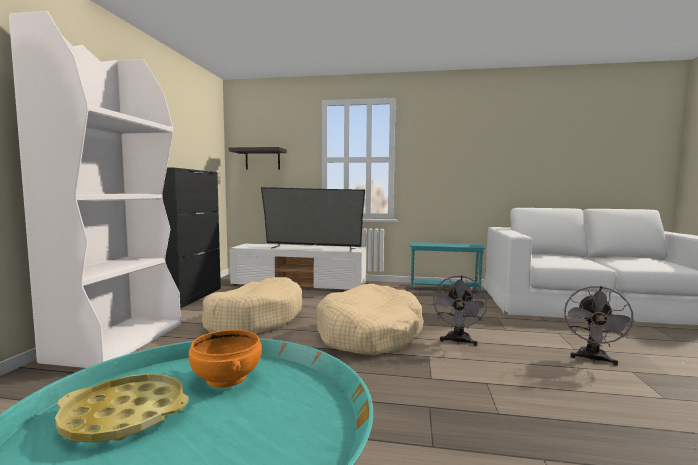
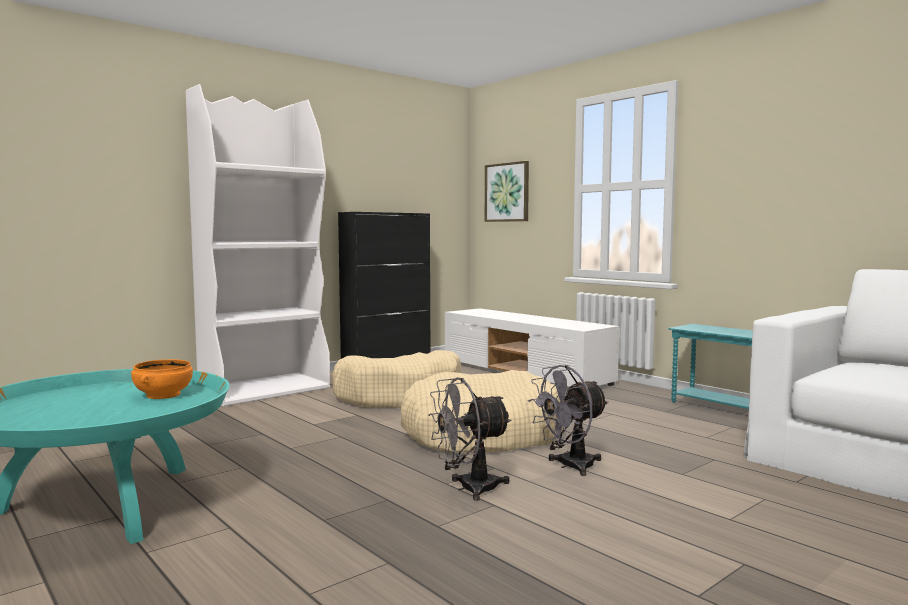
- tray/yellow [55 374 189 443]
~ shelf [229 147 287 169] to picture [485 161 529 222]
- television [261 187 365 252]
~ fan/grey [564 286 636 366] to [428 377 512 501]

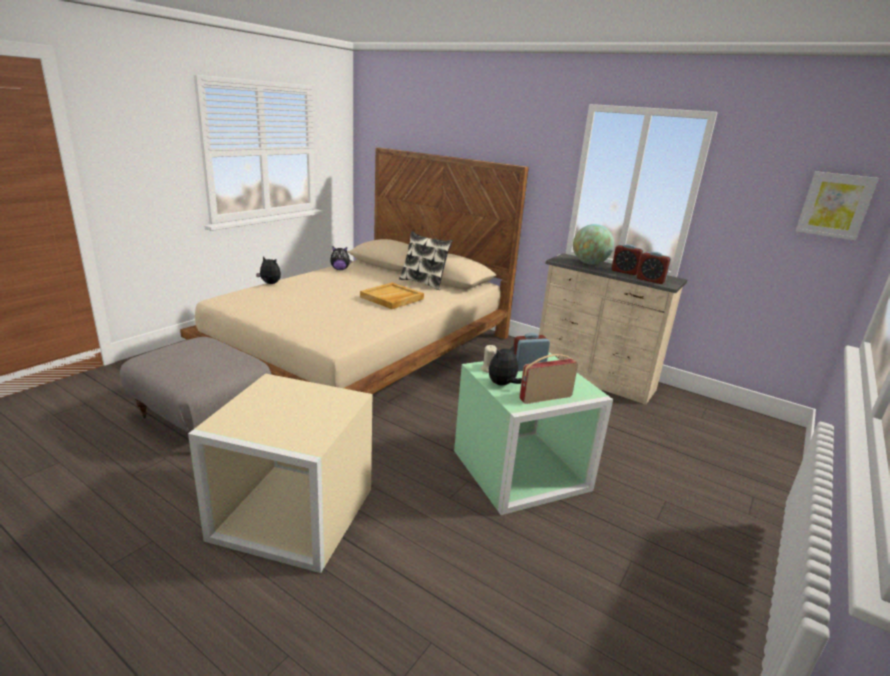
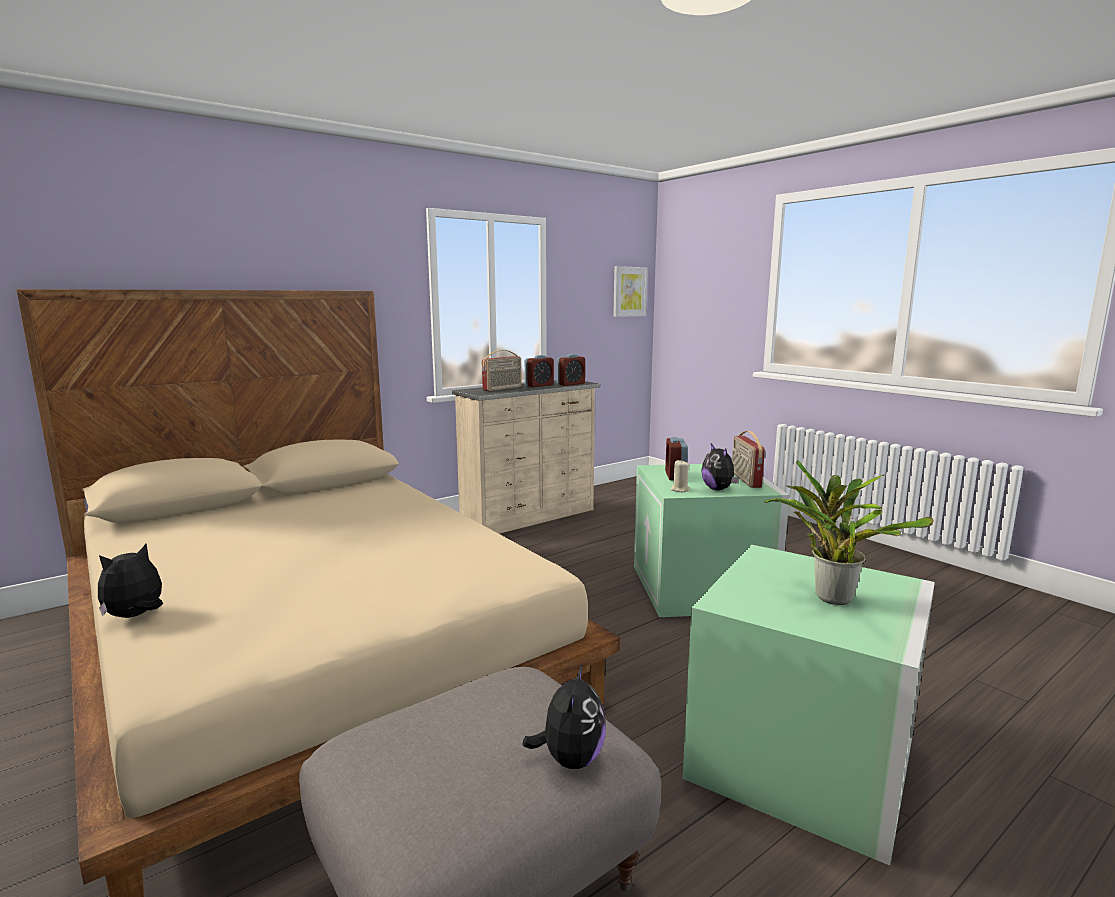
~ storage box/beige [188 374 372 573] to storage box/green [683 545 935 866]
~ plush toy [330 247 352 270] to [522 663 606 769]
- tray/beige [360 283 424 309]
- pillow [399 231 453 290]
~ globe [573 224 614 265] to radio [482 350 522 391]
+ potted plant [765 460 934 605]

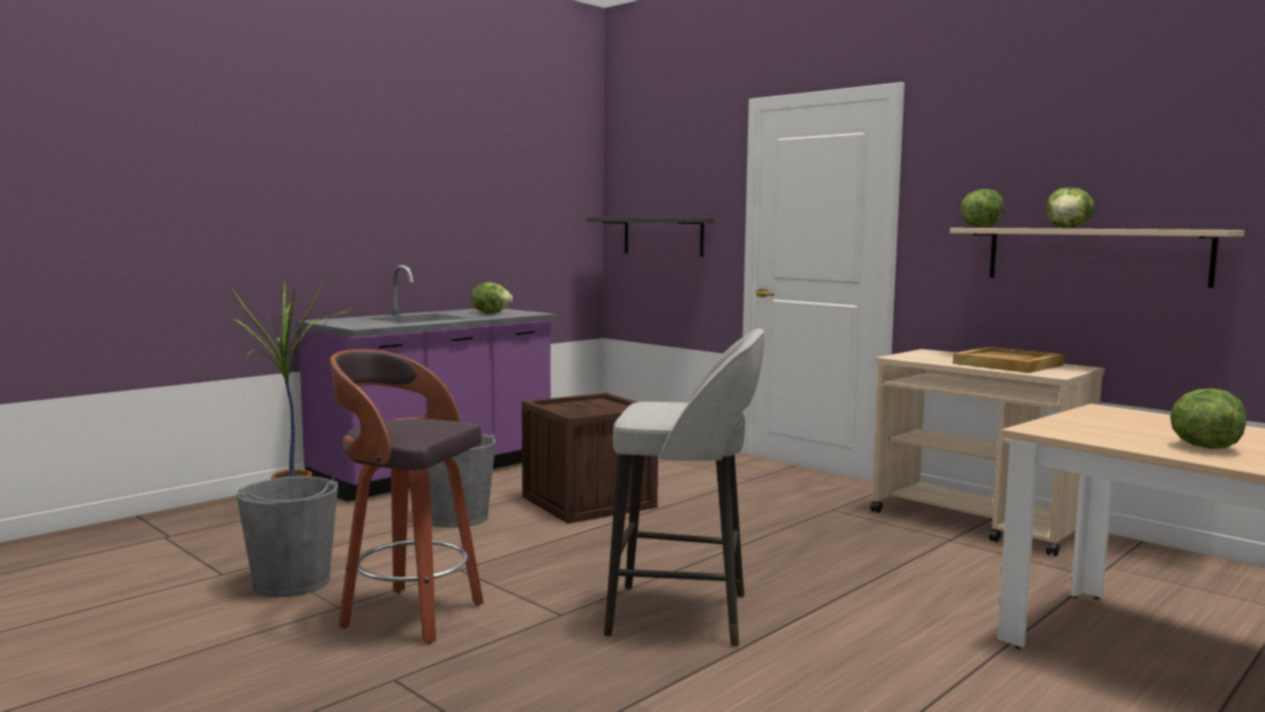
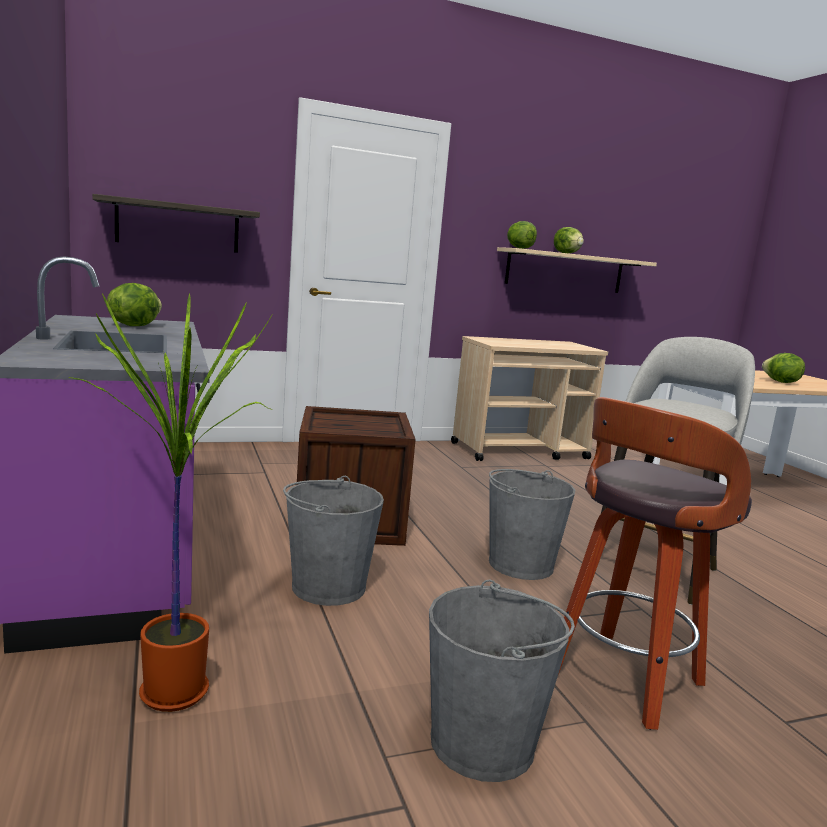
- tray/beige [953 347 1064 373]
+ bucket/grey [489 469 575 580]

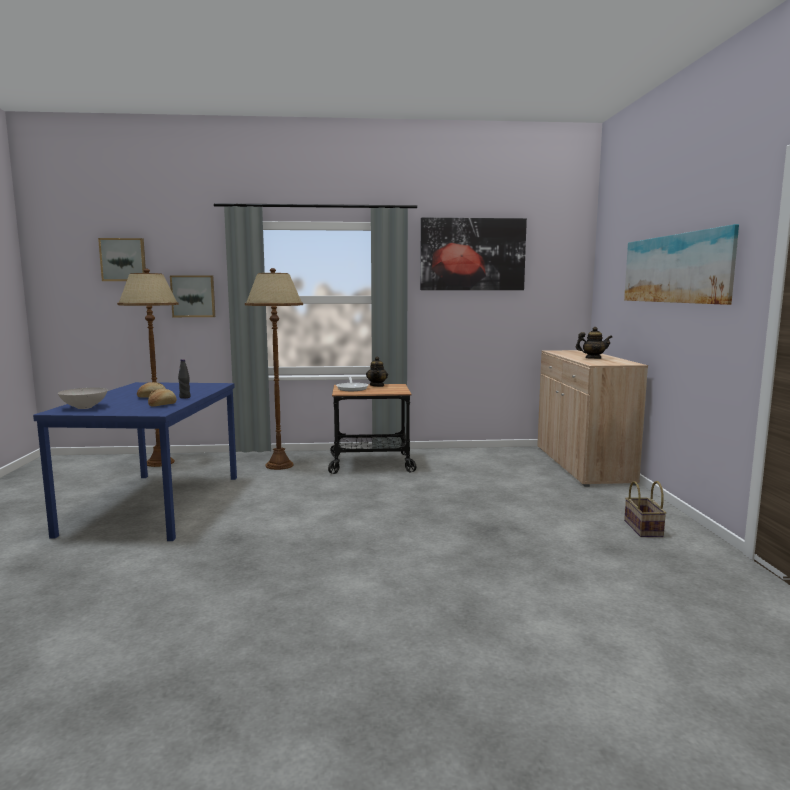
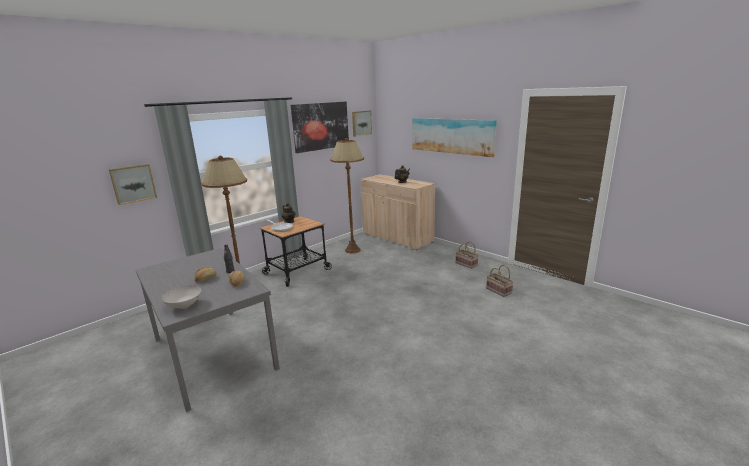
~ dining table/blue [33 382 237 541] to dining table/grey [136 248 280 412]
~ picture [98 238 146 281] to [352 111 372 137]
~ floor lamp/brown [117 268 179 467] to [330 138 364 253]
+ basket [486 265 514 297]

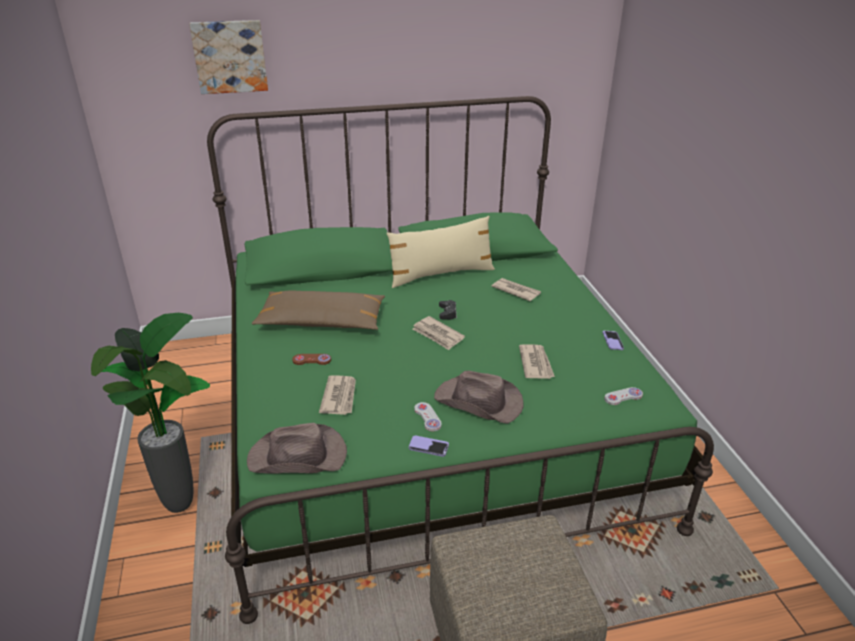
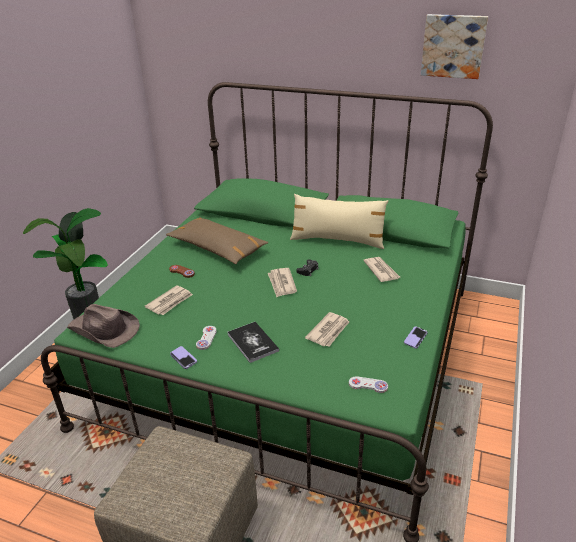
~ picture [189 20 268 94] to [421 14 488 79]
~ hat/brown [434 371 523 424] to book [228 322 279 363]

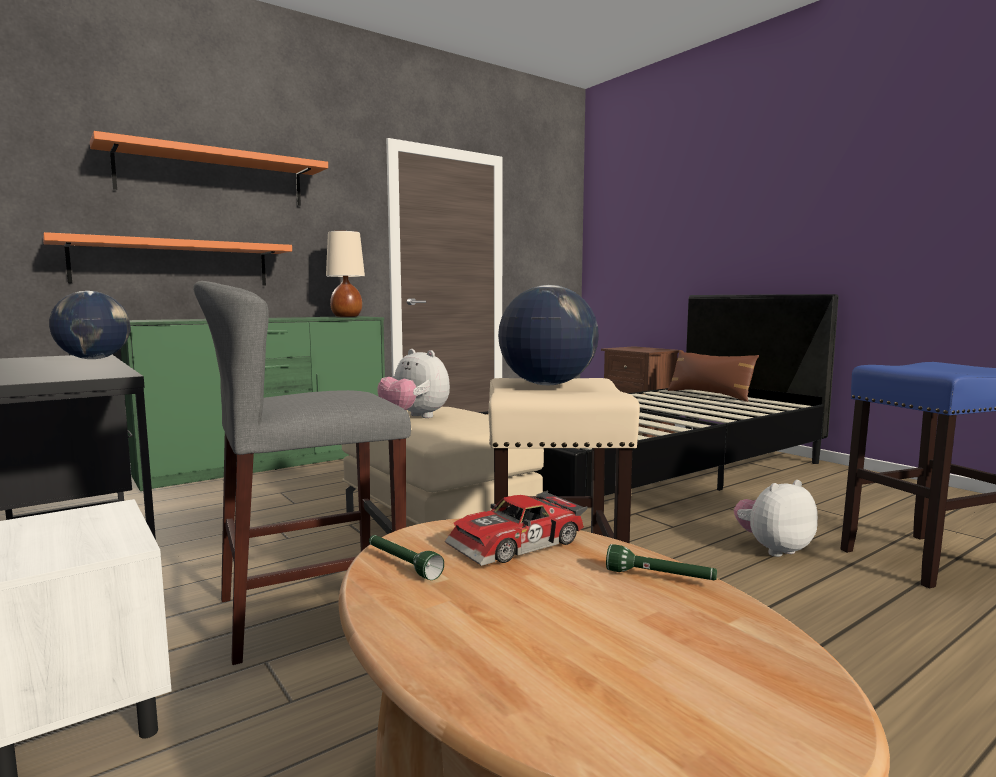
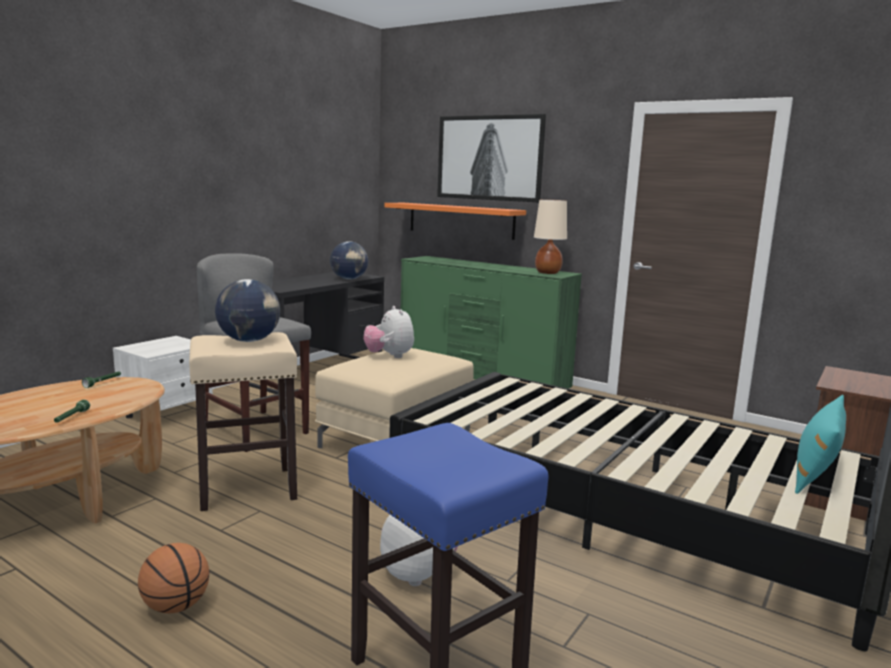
~ shelf/orange [90 131 328 206] to picture [437 114 546 203]
~ plush toy [377 349 450 418] = [363 306 414 358] 45 degrees counterclockwise
- toy car [445 491 588 566]
~ pillow/brown [667 350 759 402] to pillow/turquoise [795 395 846 494]
+ basketball [138 543 210 613]

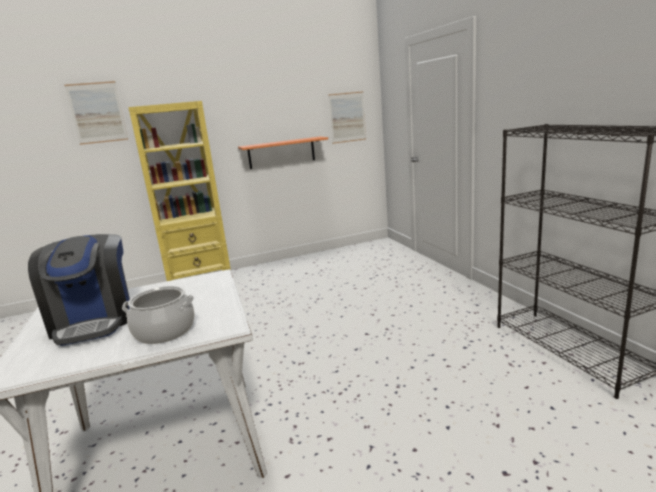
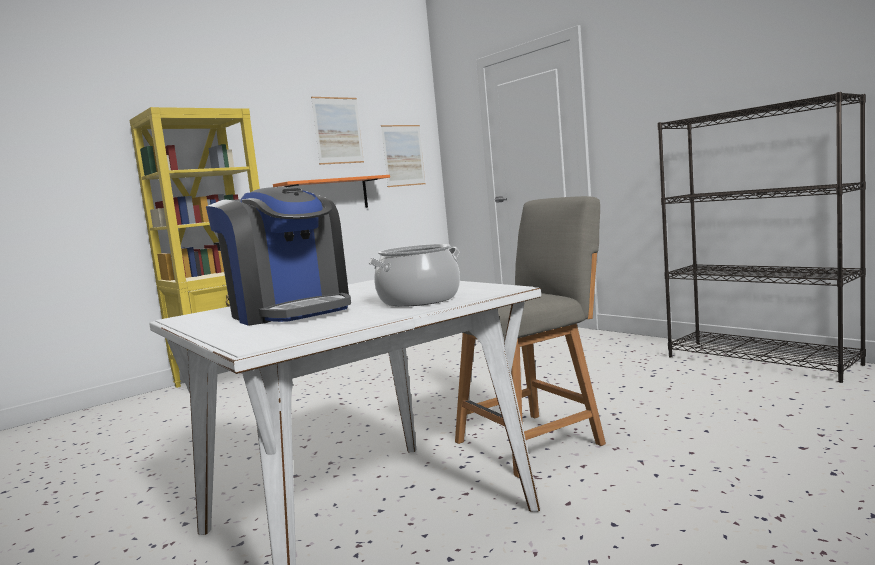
~ picture [64 81 128 145] to [311 97 364 165]
+ chair/grey [455 196 606 478]

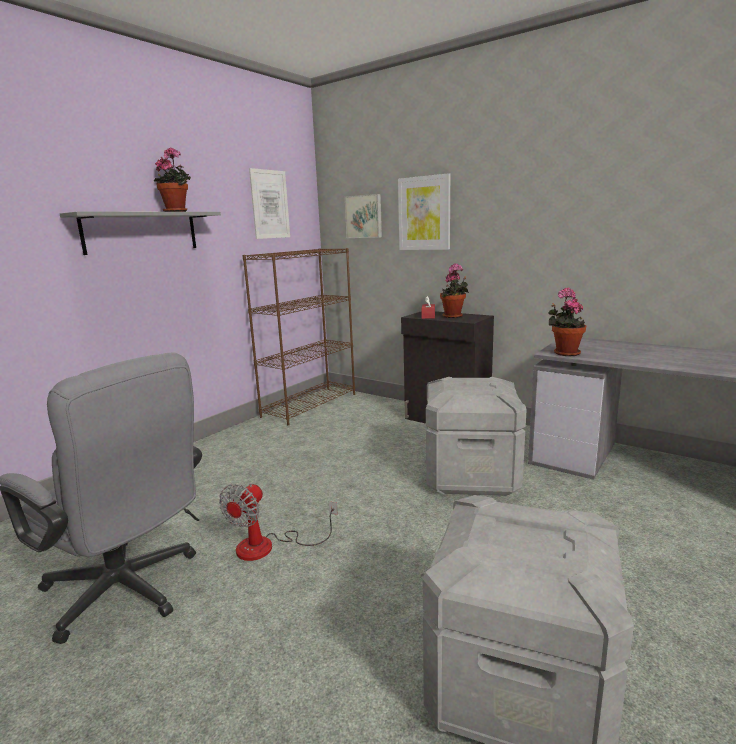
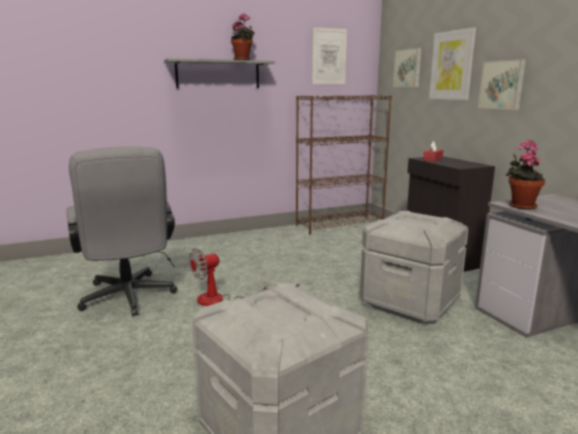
- potted plant [440 263 469 318]
+ picture [478 59 526 110]

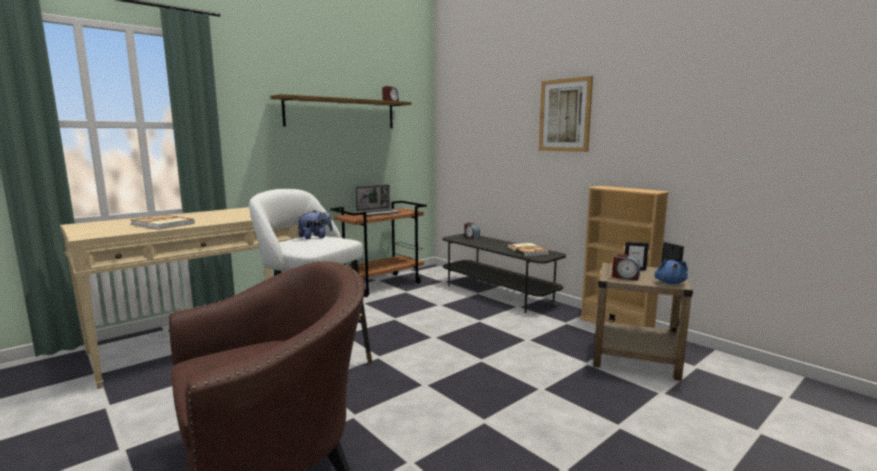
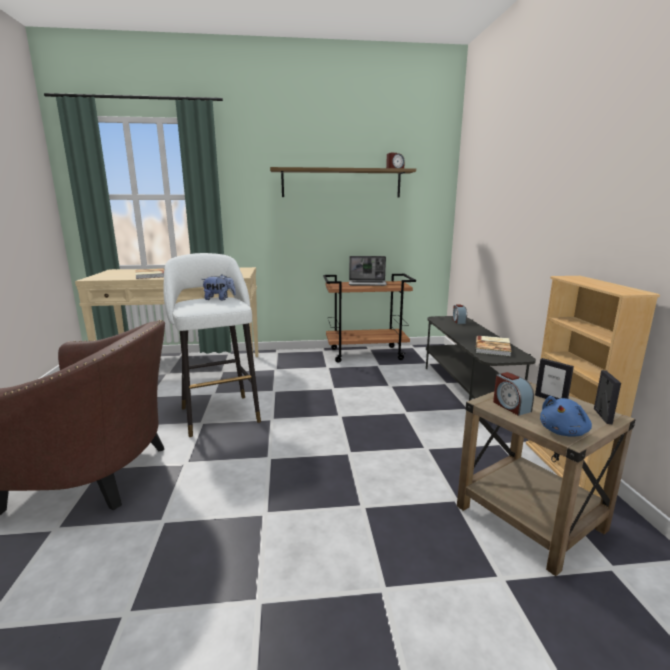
- picture [538 76 593 152]

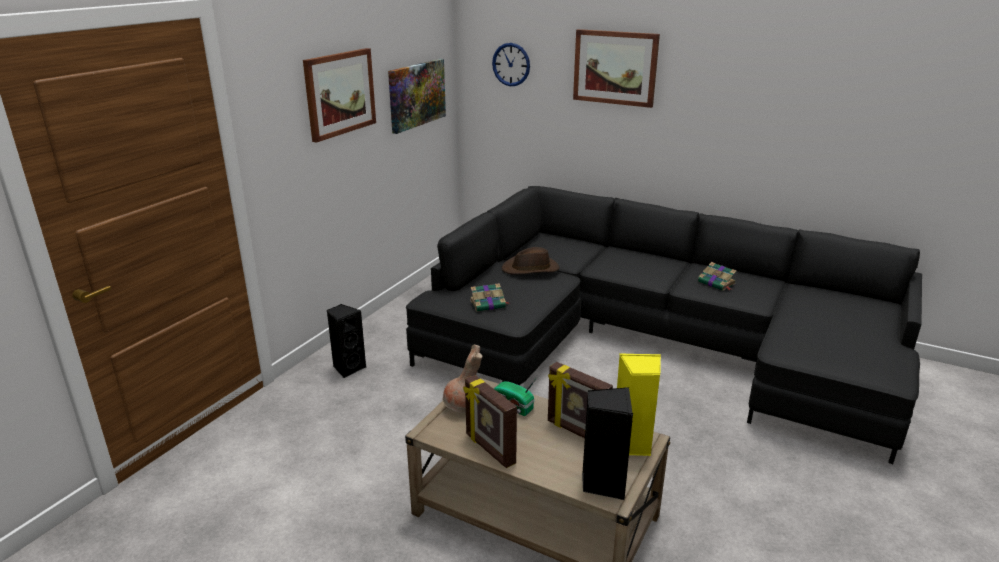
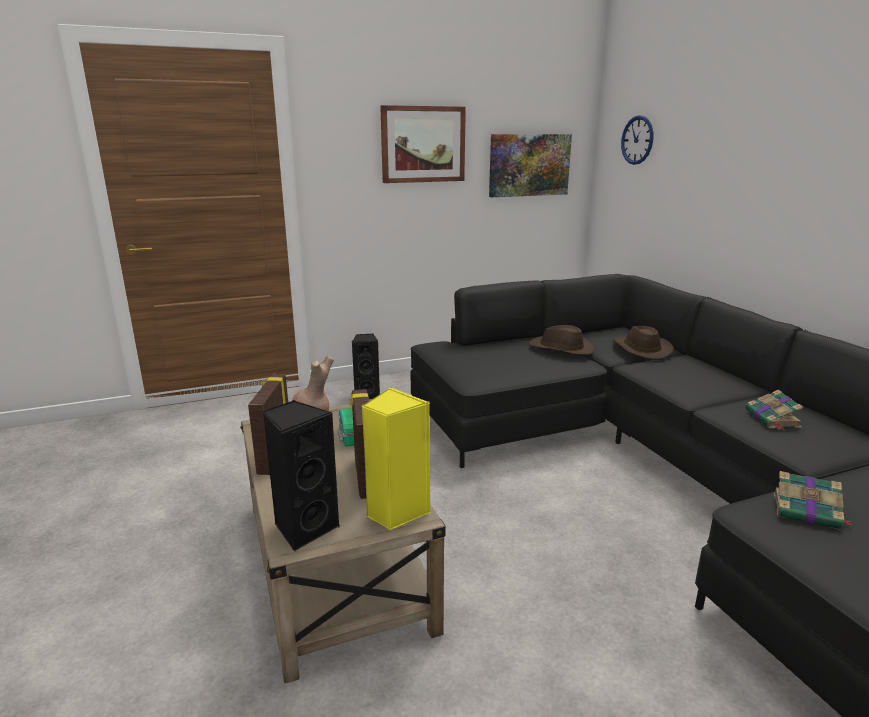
~ book [470 283 510 312] to [774 471 853 530]
- picture [573 29 660 108]
+ hat/brown [613 326 674 360]

